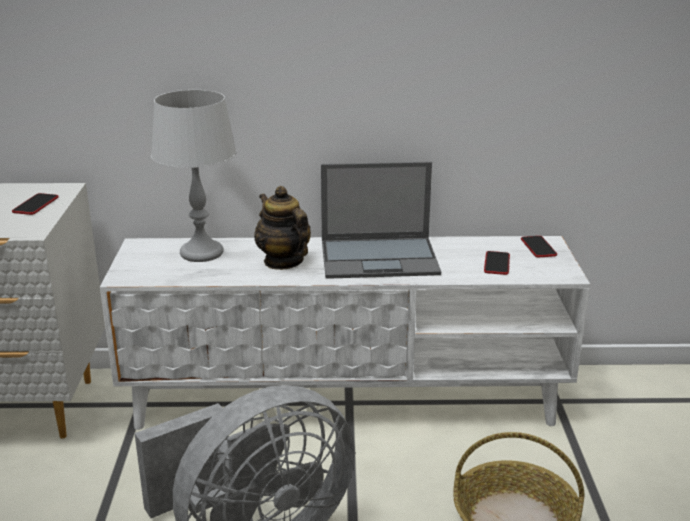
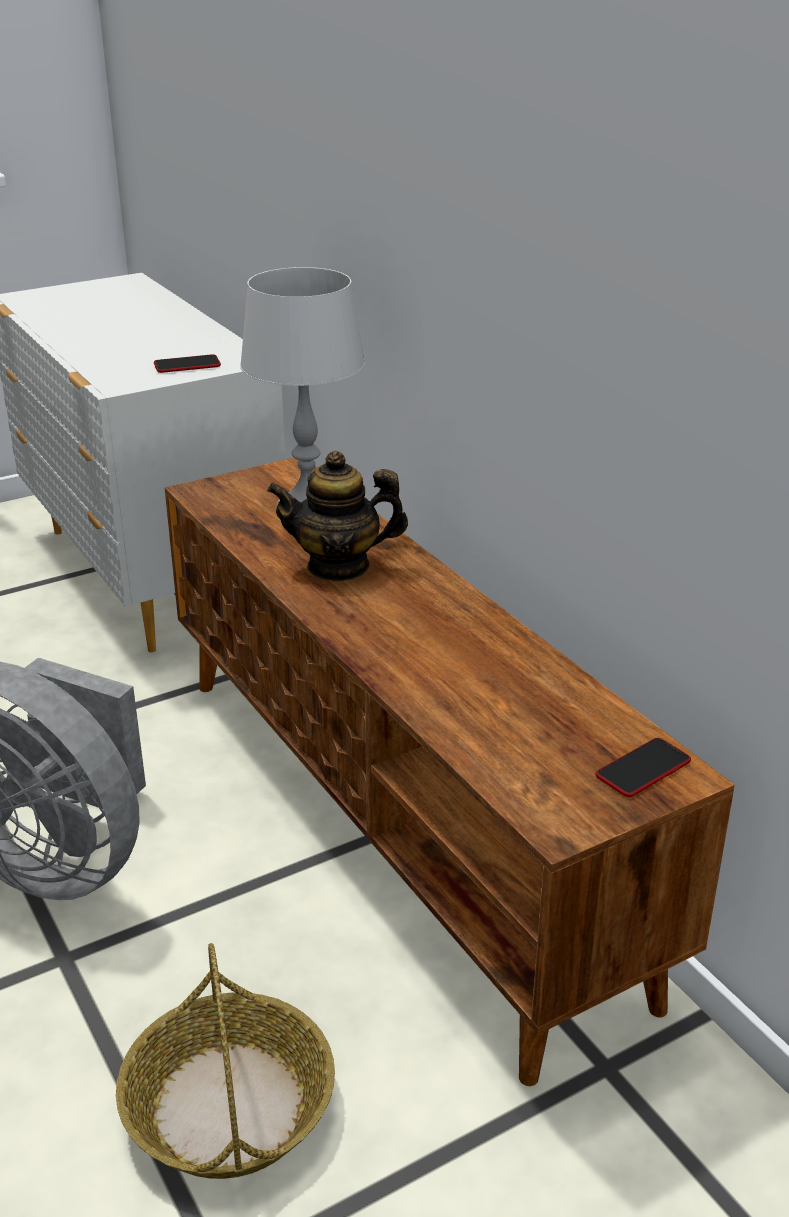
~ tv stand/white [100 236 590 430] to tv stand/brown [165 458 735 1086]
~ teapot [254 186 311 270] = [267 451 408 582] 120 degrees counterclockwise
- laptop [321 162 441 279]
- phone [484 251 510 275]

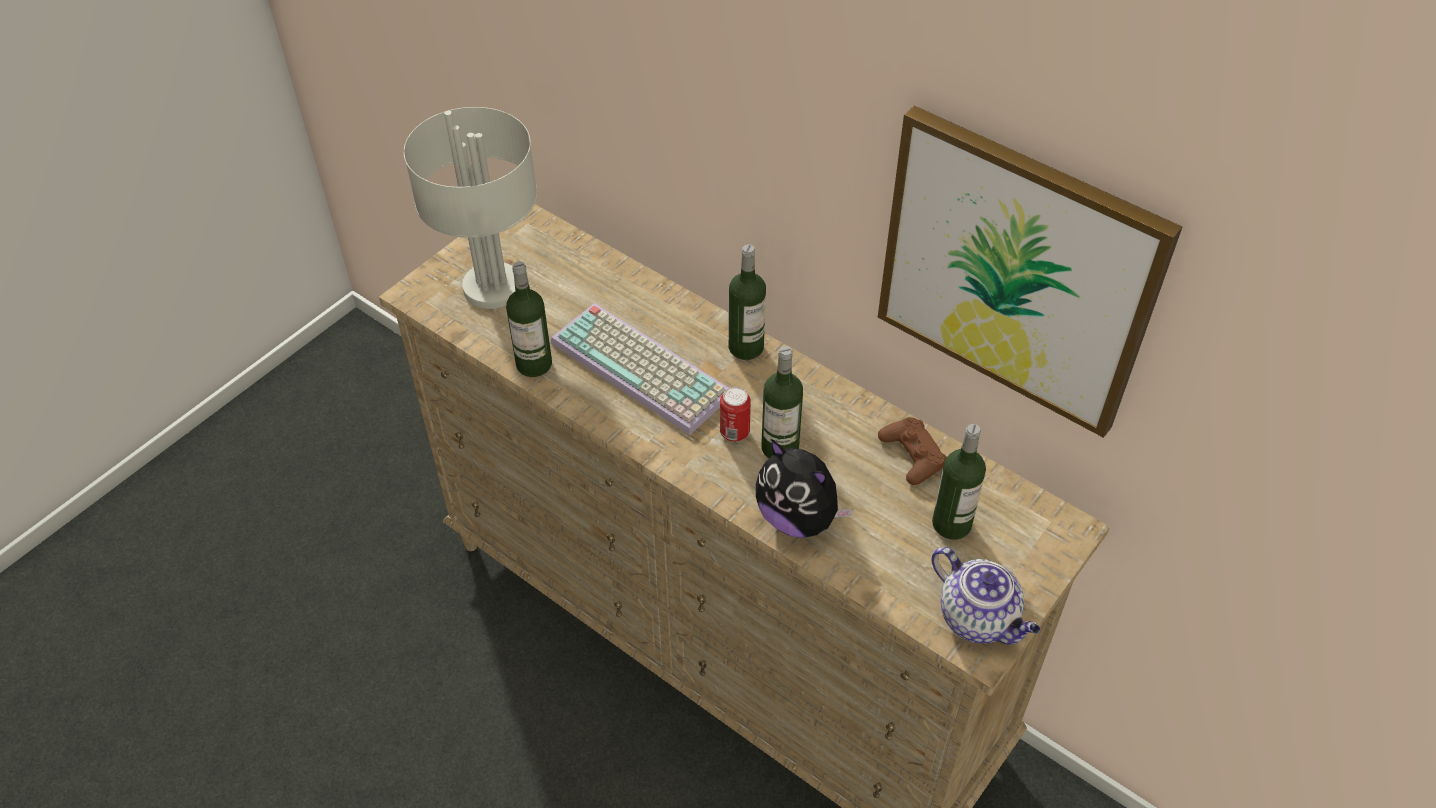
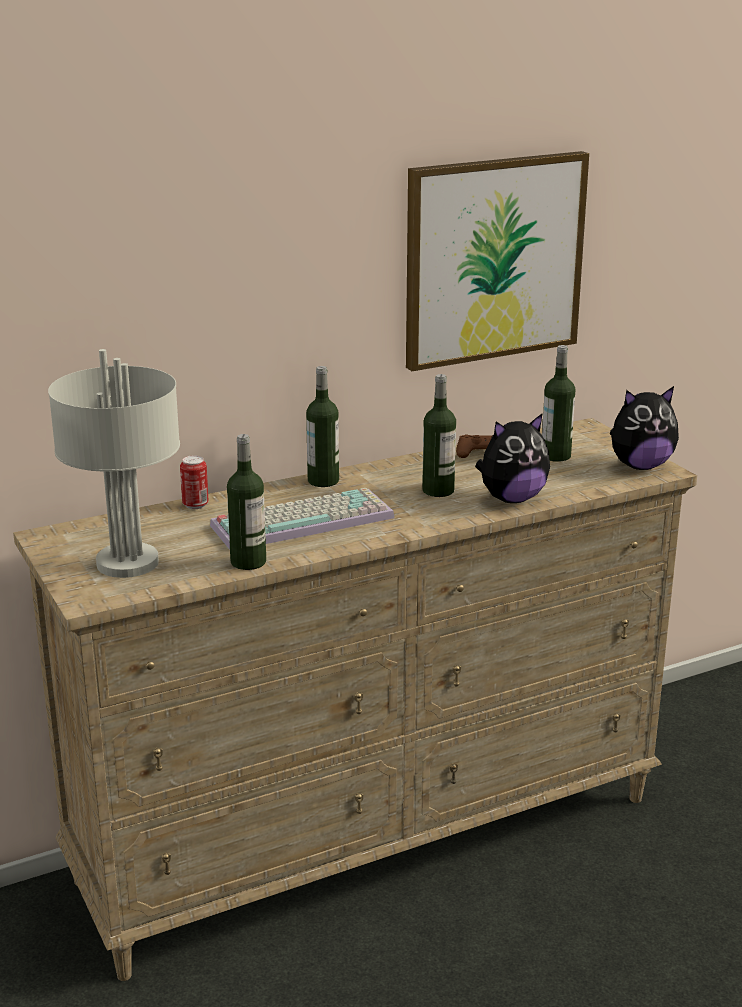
~ can [720 387 751 442] to [180 455 209 509]
~ teapot [931 547 1041 644] to plush toy [610 386 679 470]

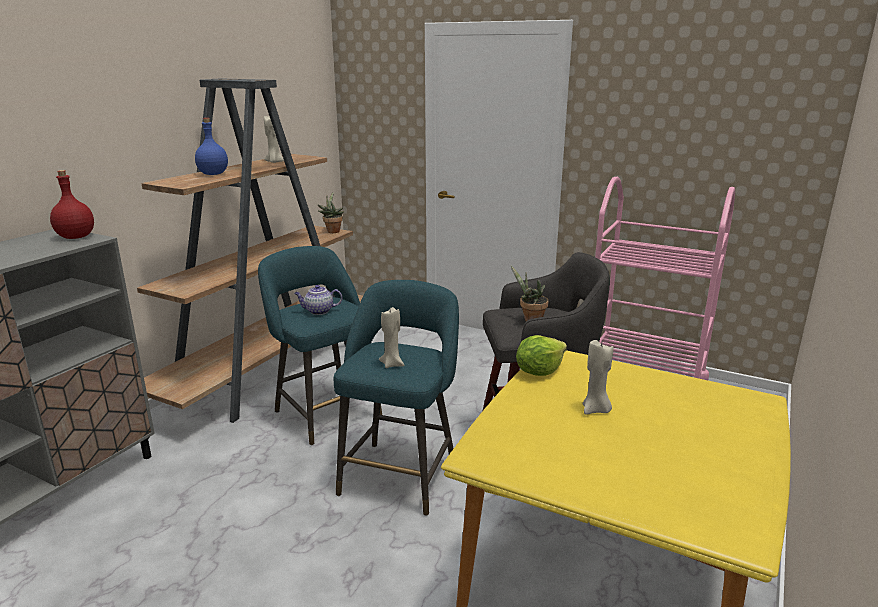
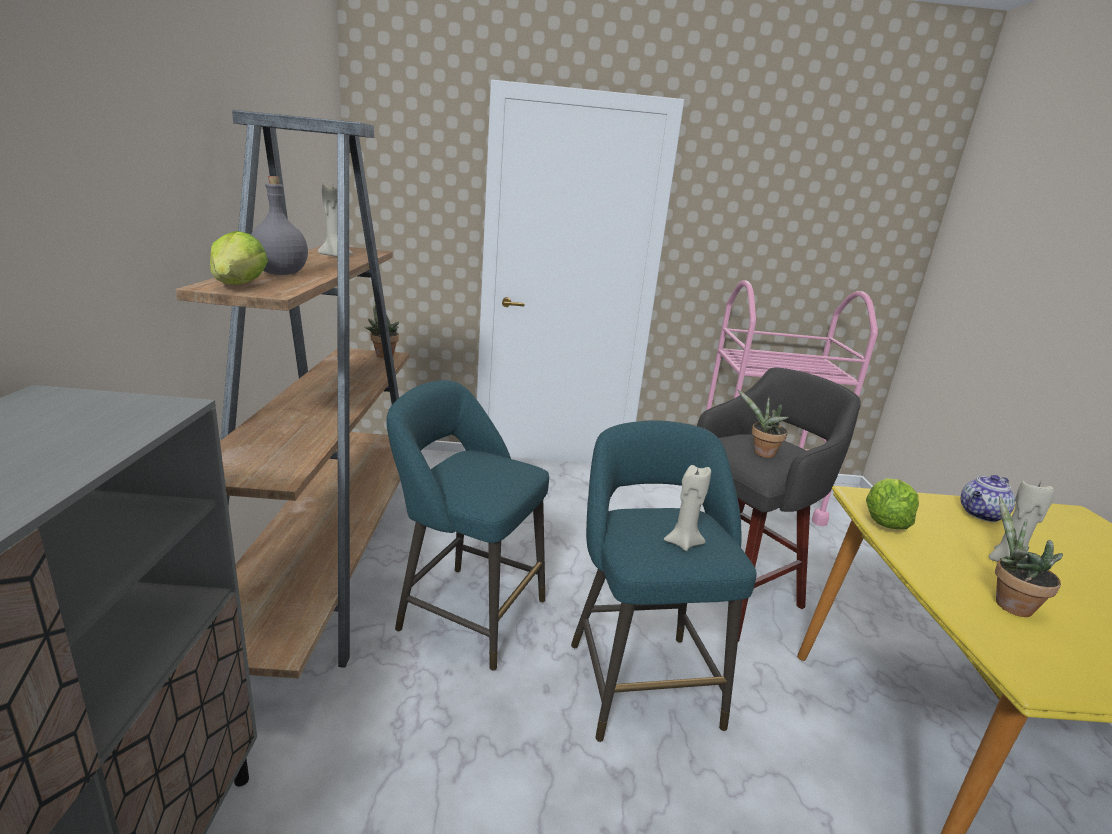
- bottle/red [50 170 94 239]
~ bottle/blue [195 118 228 175] to bottle/grey [251 176 308 275]
~ teapot [294 285 342 315] to [960 475 1016 522]
+ lettuce [210 231 268 284]
+ potted plant [995 496 1063 617]

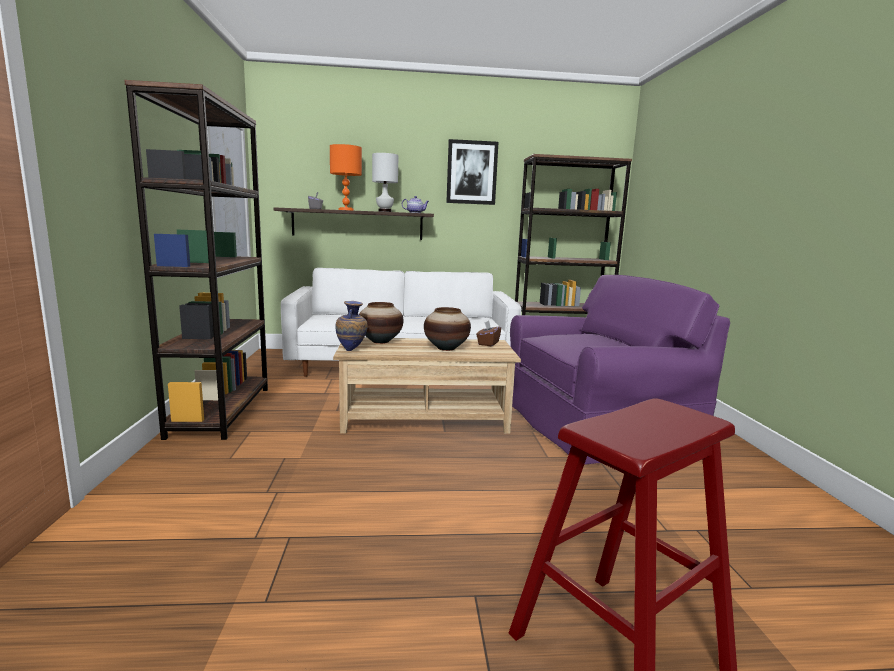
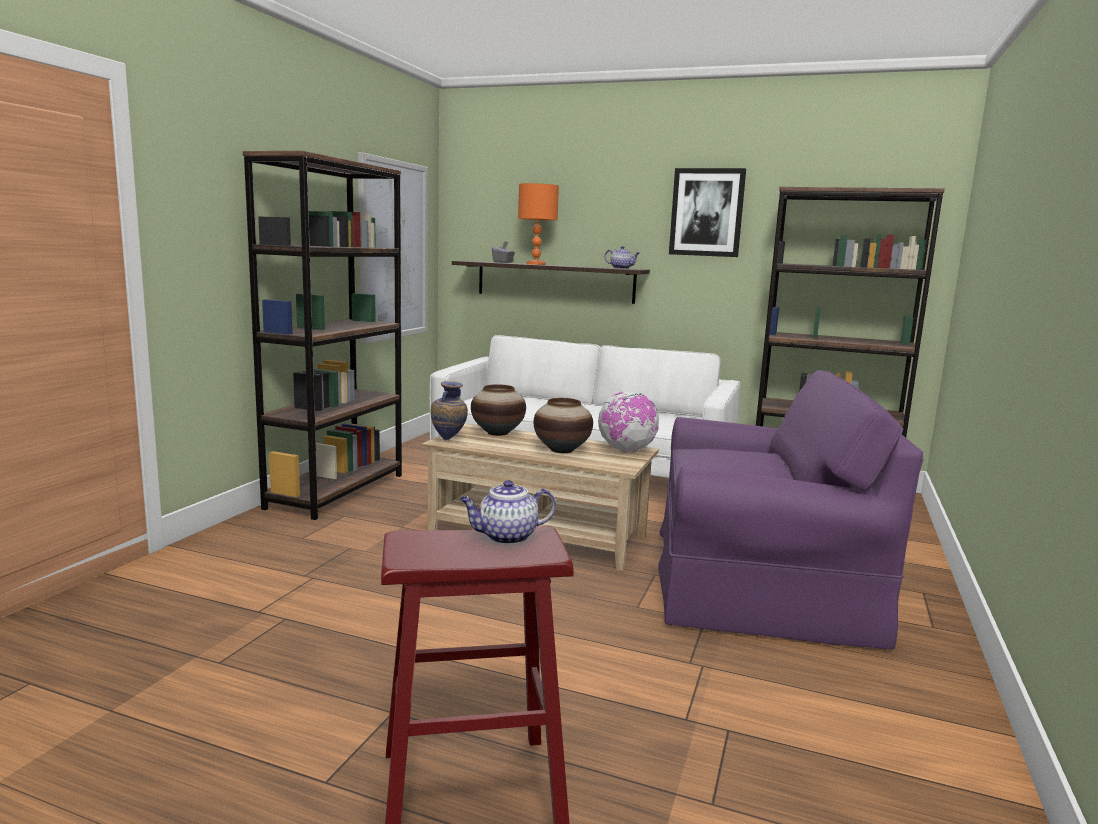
- table lamp/white [372 153 399 212]
~ tissue box/brown [476 321 501 346] to globe [598 391 659 452]
+ teapot [459 480 556 545]

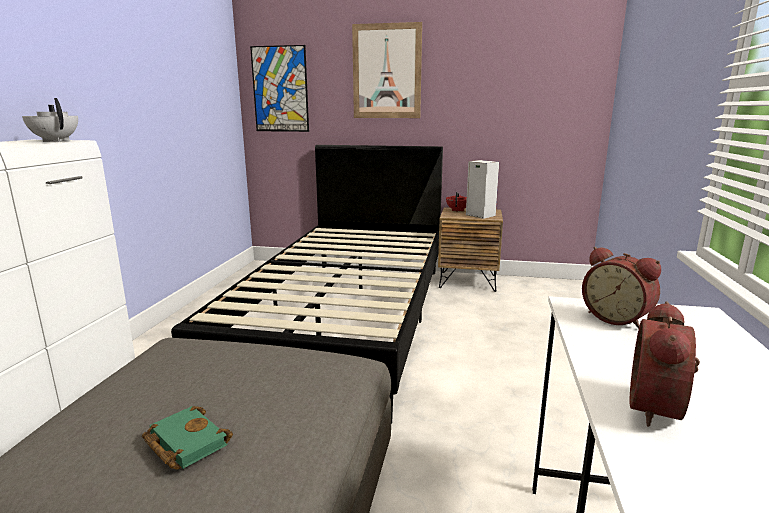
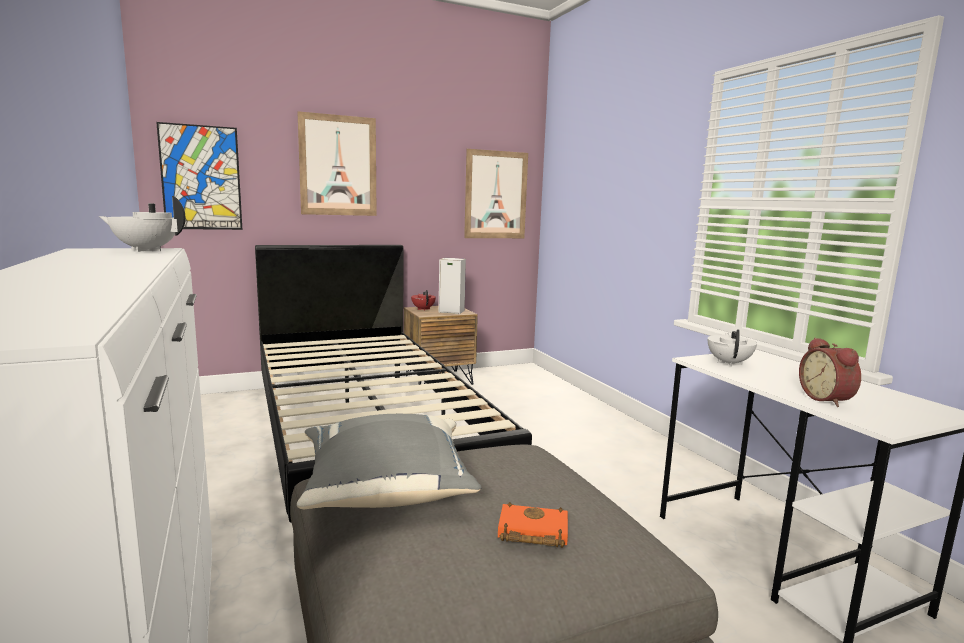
~ book/green [142 406 233 469] to book/orange [498 502 568 548]
~ alarm clock [582 247 661 329] to teapot/white [708 329 757 366]
+ pillow/grey [297 414 482 509]
+ picture [464 149 528 238]

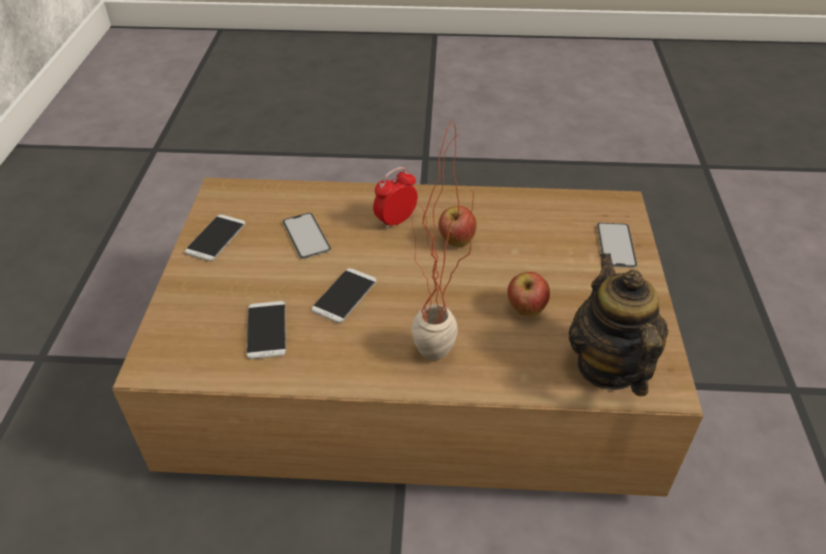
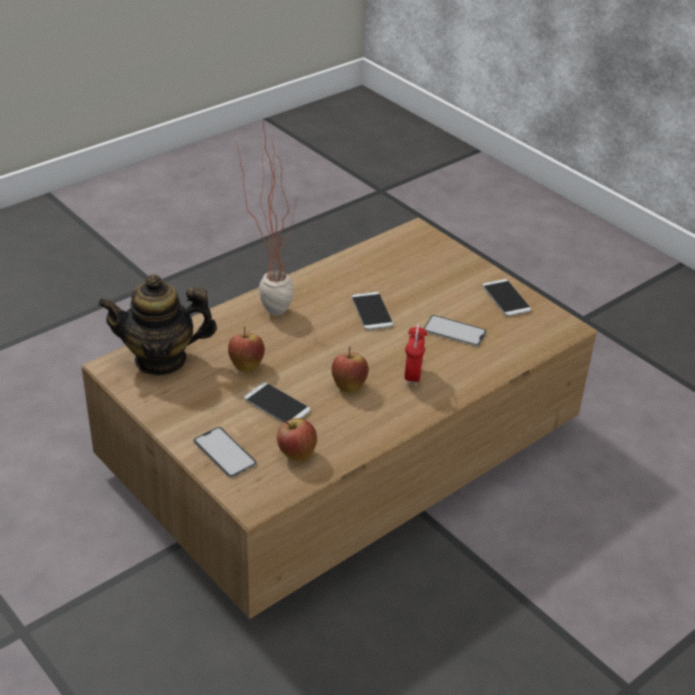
~ phone [247 301 286 359] to [244 383 311 423]
~ teapot [569 253 668 396] = [98 274 217 376] 135 degrees clockwise
+ apple [277 418 317 461]

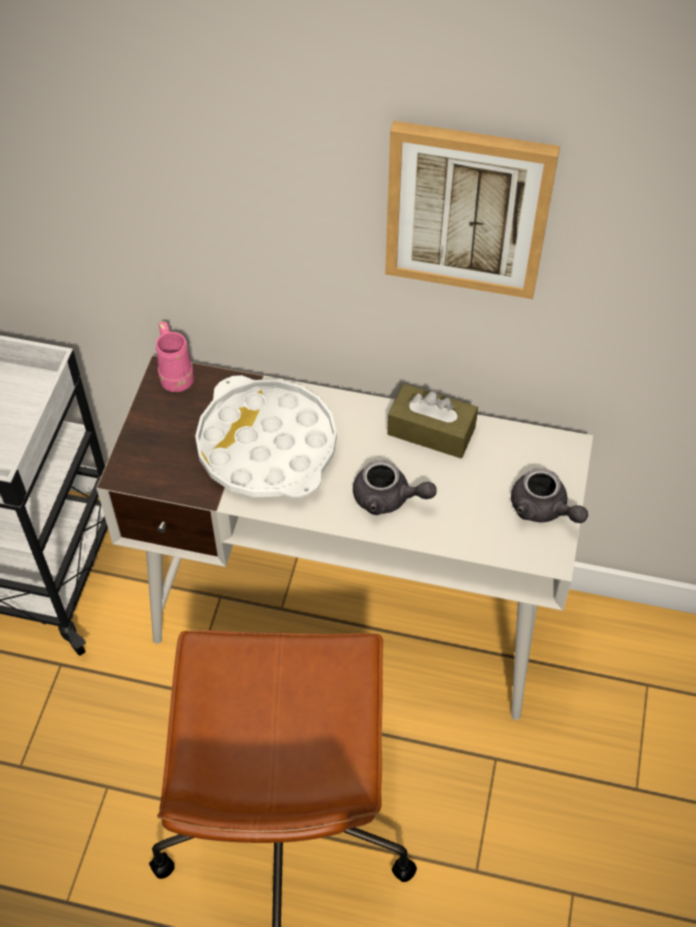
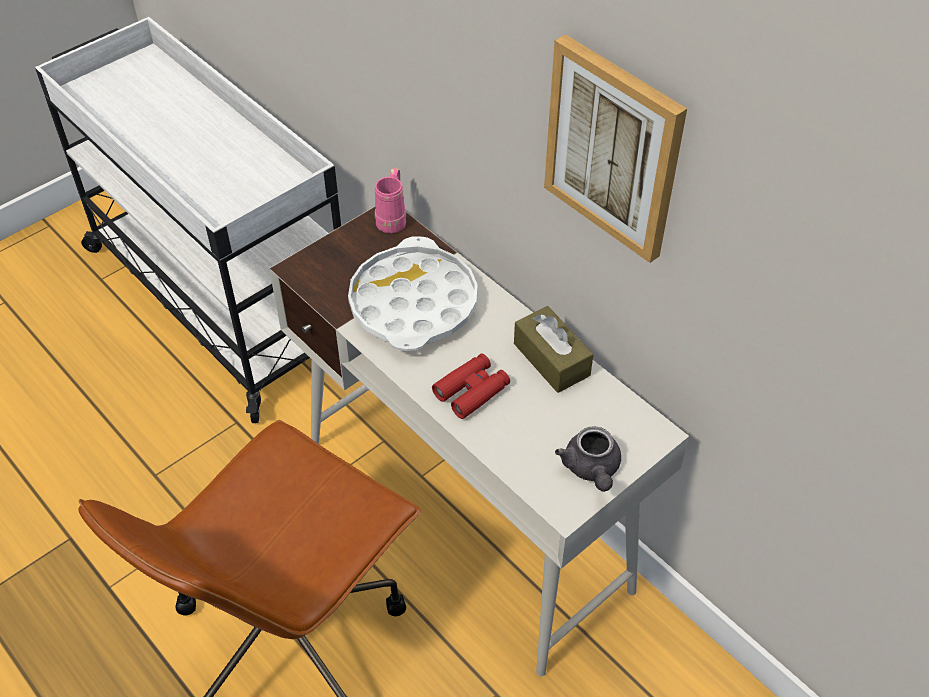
~ teapot/grey [353 460 437 515] to binoculars/red [432 354 510 419]

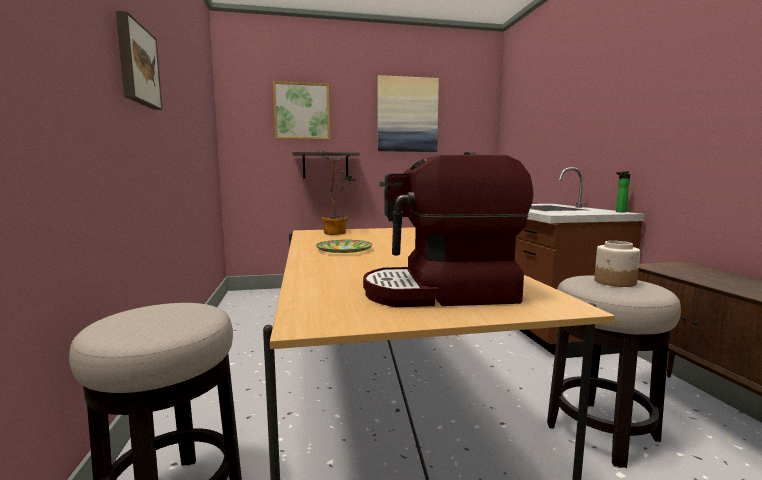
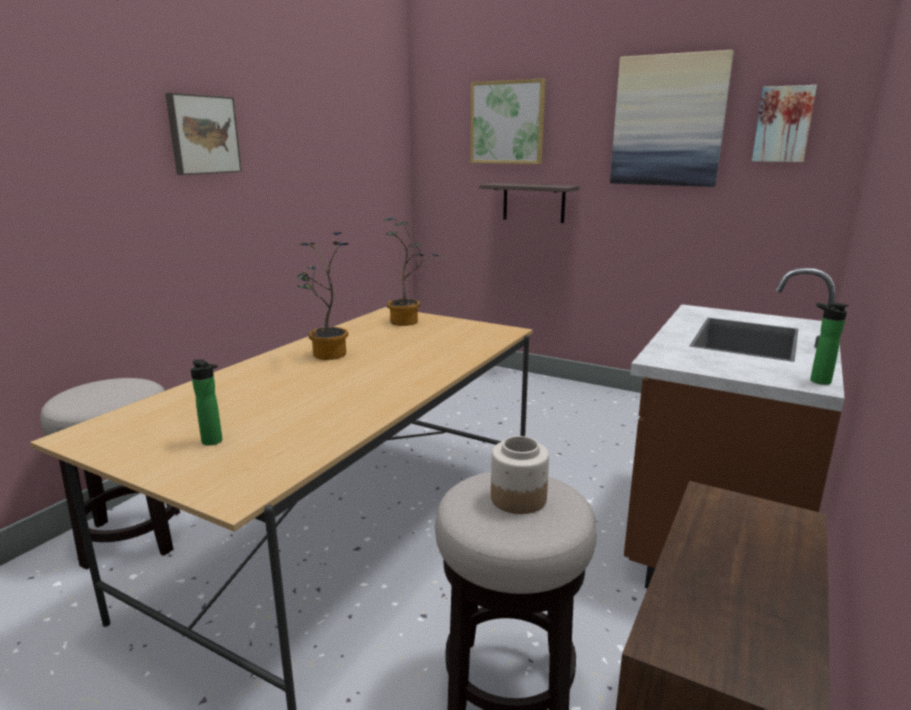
~ plate [316 240 372 253] to potted plant [297 232 349 360]
~ coffee machine [363 152 534 307] to bottle [191 359 222 446]
+ picture [752 85 817 162]

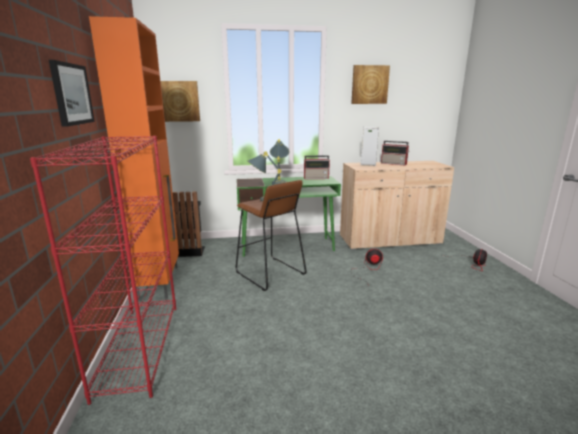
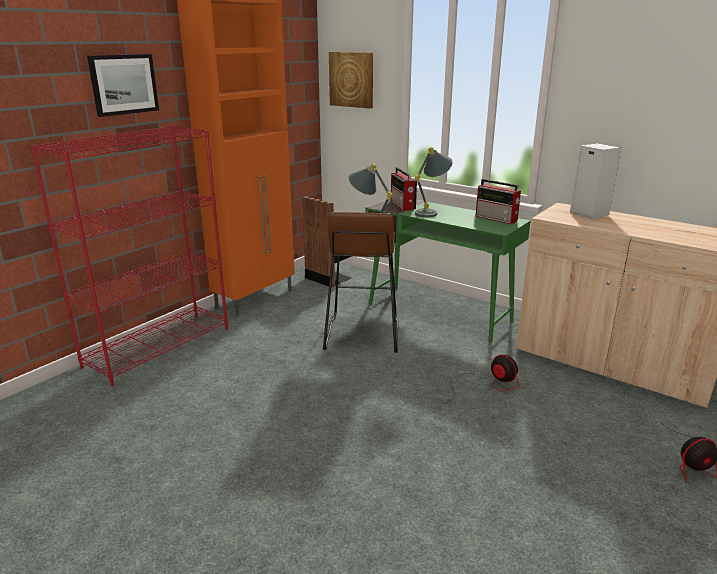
- picture [351 65 390 104]
~ radio [381 141 409 166] to [391 167 417 211]

